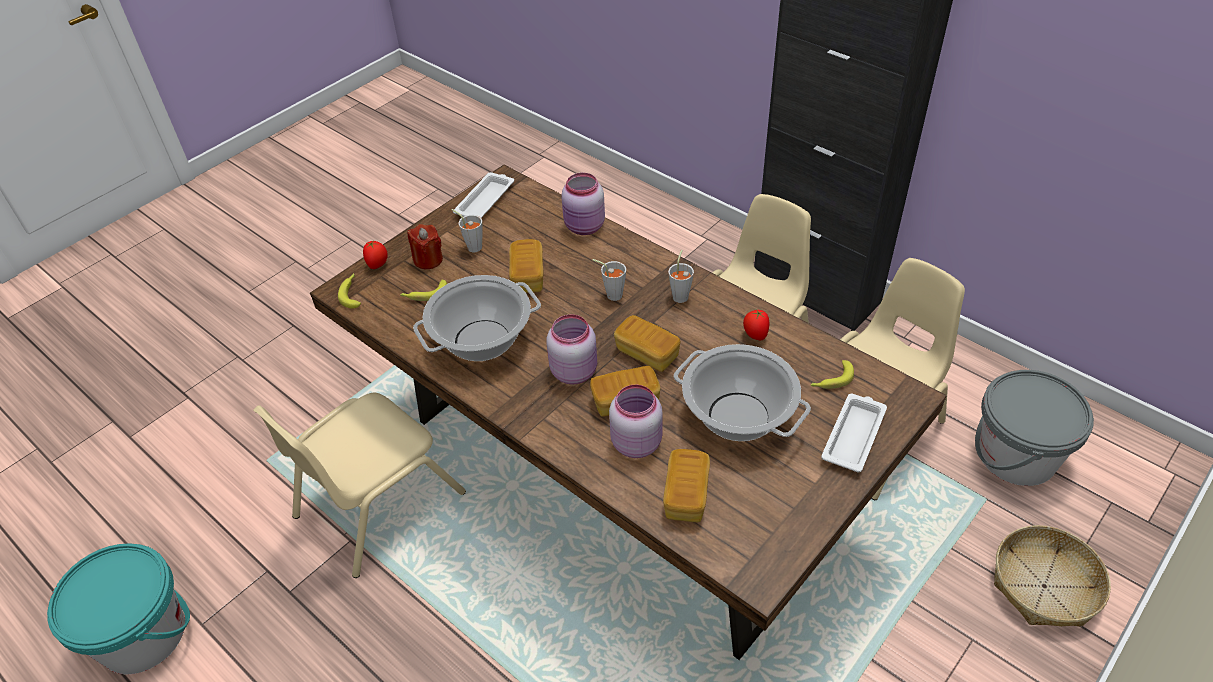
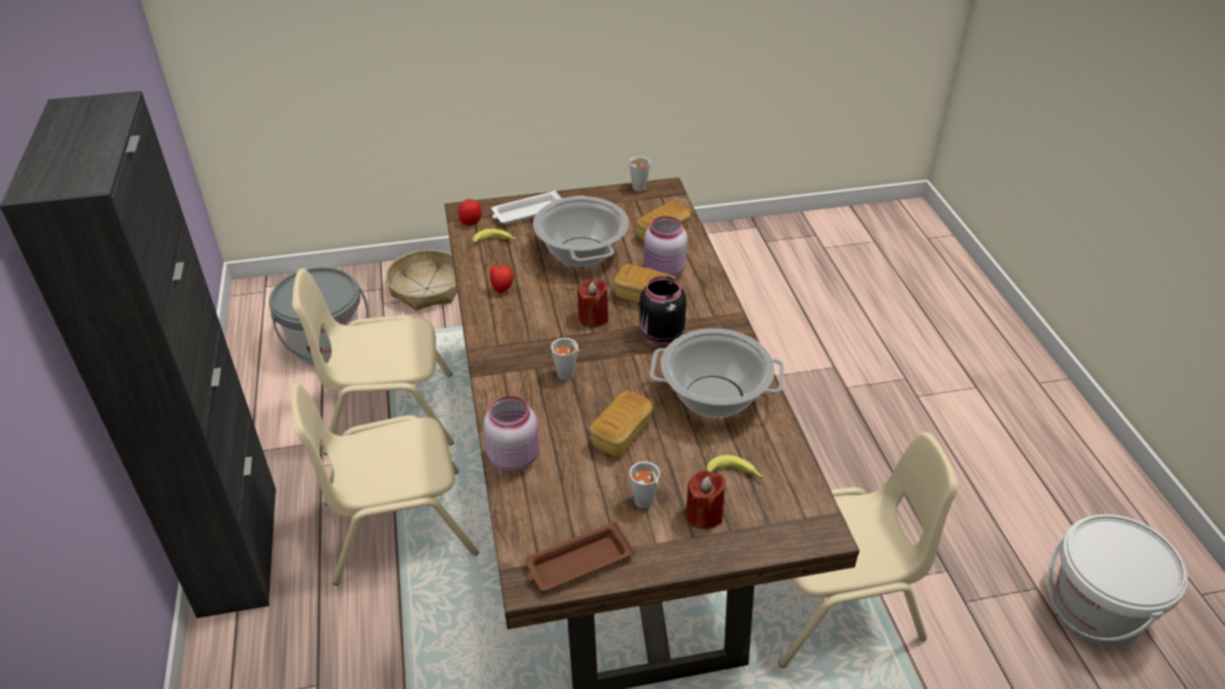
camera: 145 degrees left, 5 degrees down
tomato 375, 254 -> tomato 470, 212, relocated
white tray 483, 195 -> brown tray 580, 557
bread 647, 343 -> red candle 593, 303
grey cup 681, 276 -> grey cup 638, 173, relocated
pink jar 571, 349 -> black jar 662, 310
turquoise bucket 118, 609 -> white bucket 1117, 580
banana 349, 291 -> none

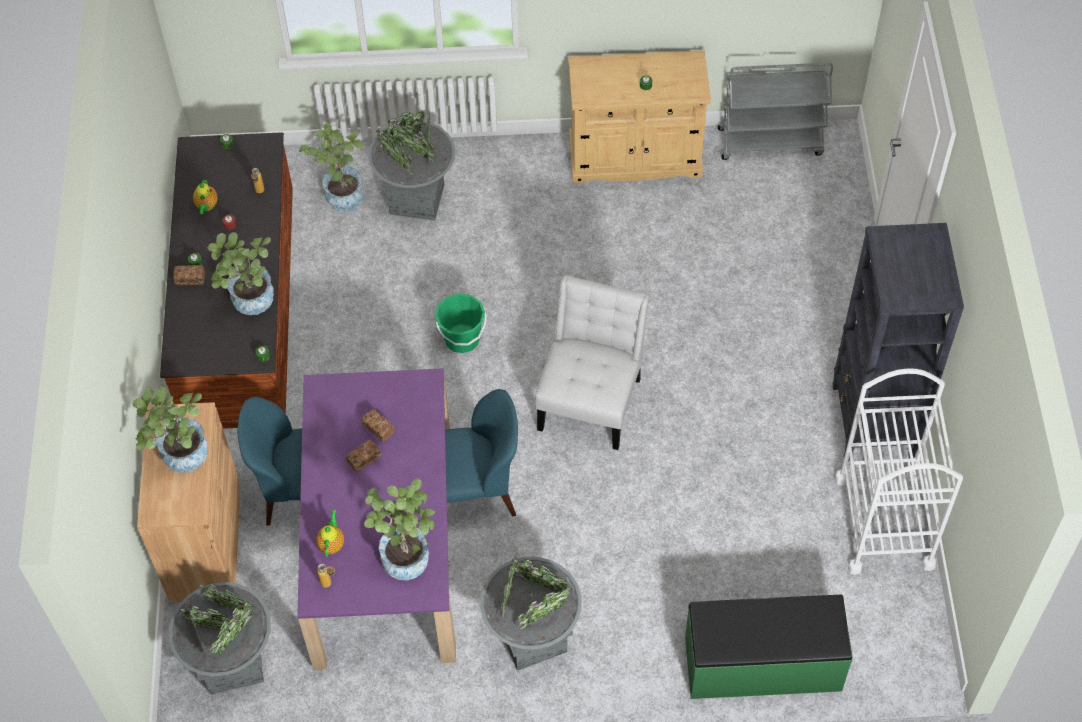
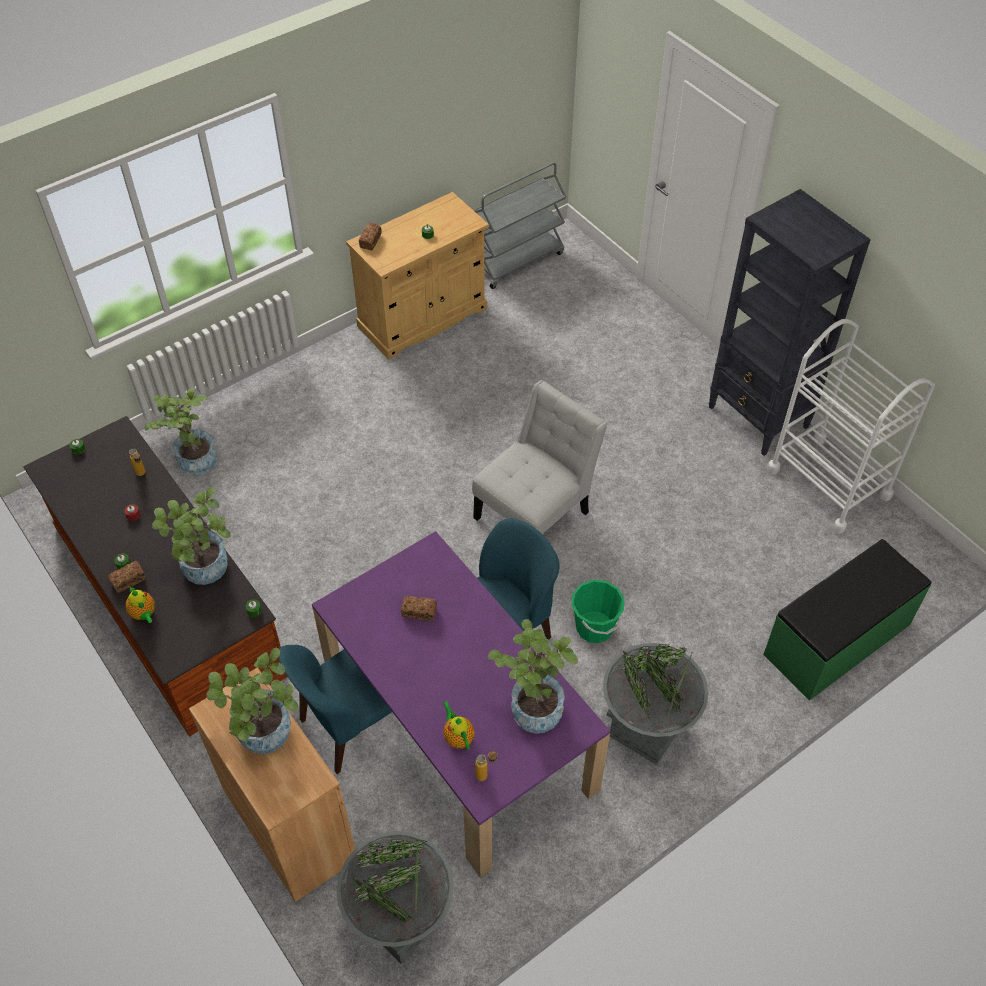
camera: 35 degrees left, 5 degrees down
teapot 205, 197 -> teapot 140, 605, relocated
bread 363, 456 -> bread 370, 236, relocated
white chair 592, 362 -> white chair 539, 457, 60 degrees clockwise
green bucket 461, 323 -> green bucket 598, 611, relocated
grey planter 411, 166 -> none

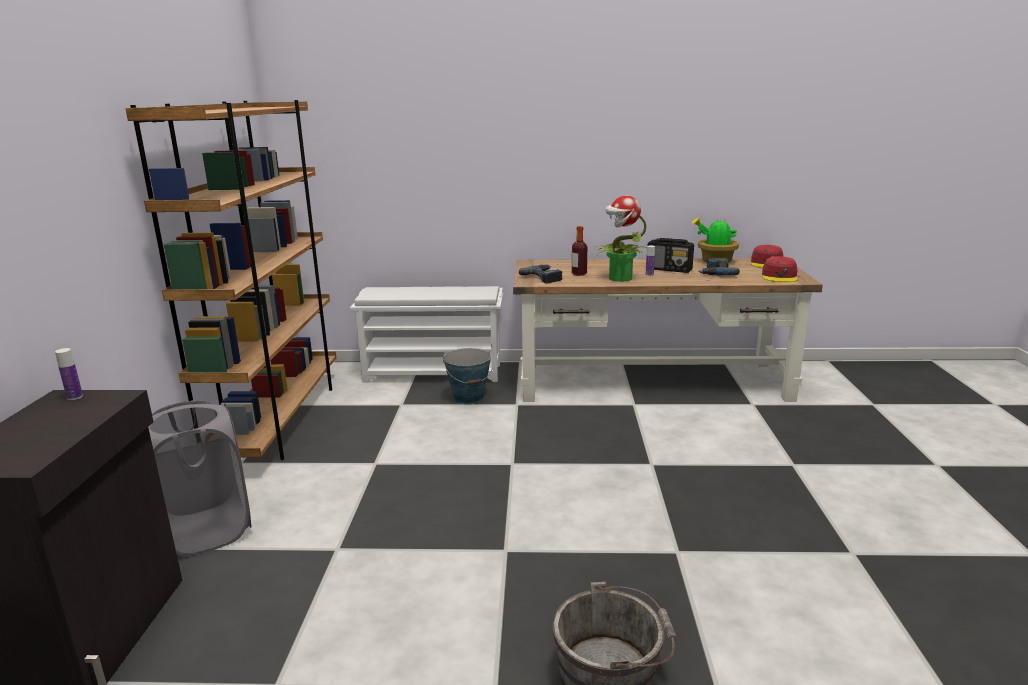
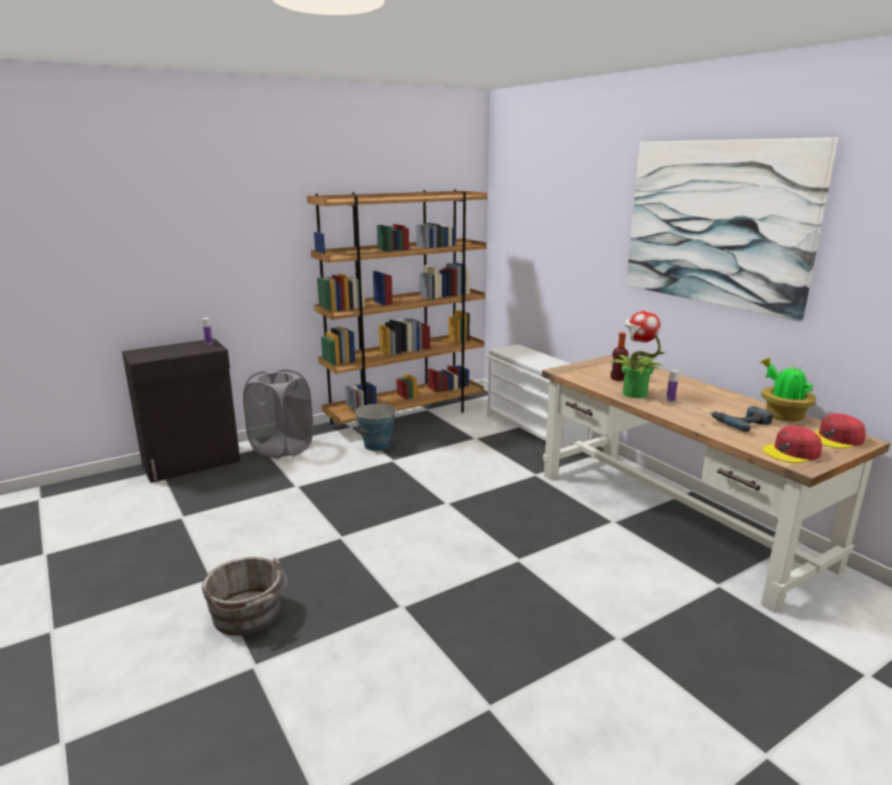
camera: 55 degrees right, 0 degrees up
bucket 468, 376 -> bucket 375, 427, relocated
none -> picture 732, 229
power drill 541, 274 -> none
radio 670, 255 -> none

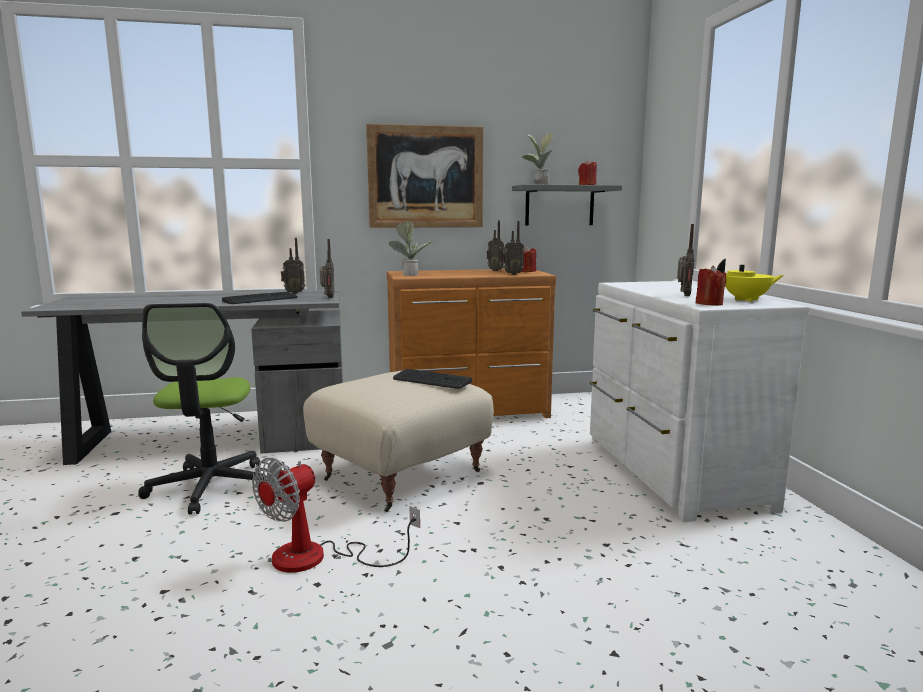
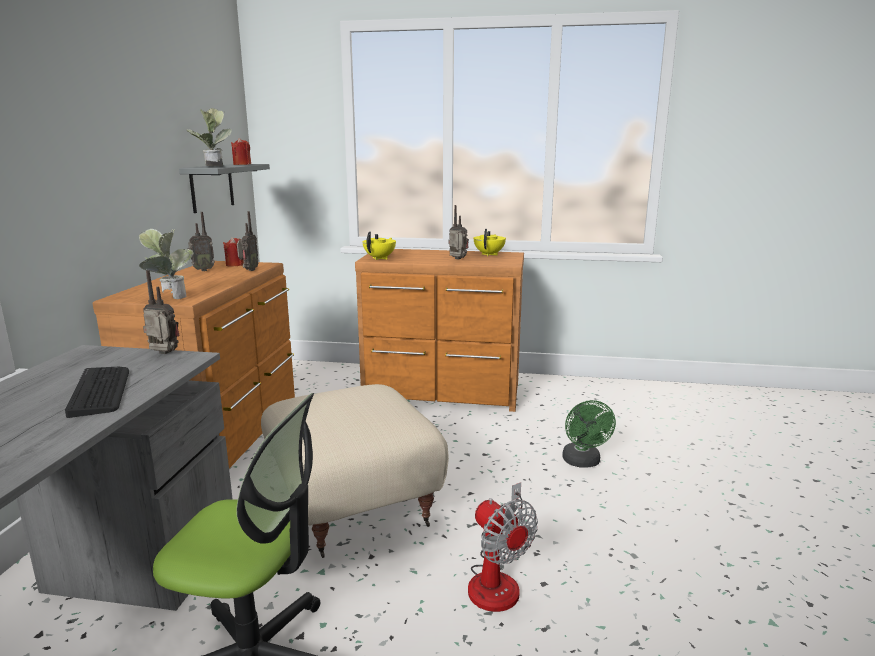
camera: 70 degrees left, 5 degrees up
white dresser 699, 401 -> brown dresser 439, 330
none -> yellow teapot 379, 246
none -> green fan 589, 433
radio 293, 266 -> none
picture 424, 176 -> none
keyboard 432, 379 -> none
red candle 710, 285 -> none

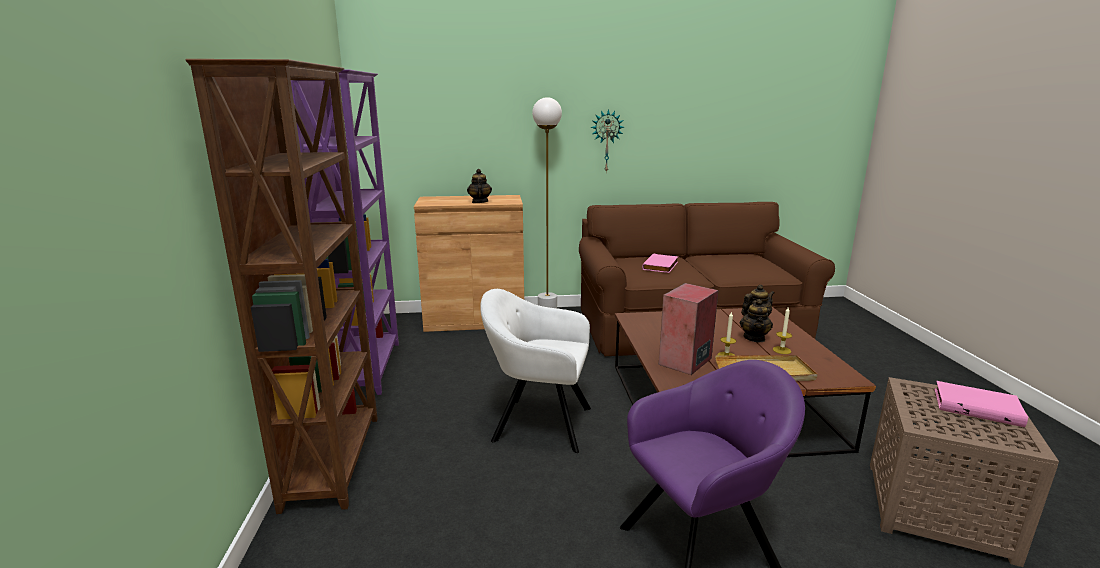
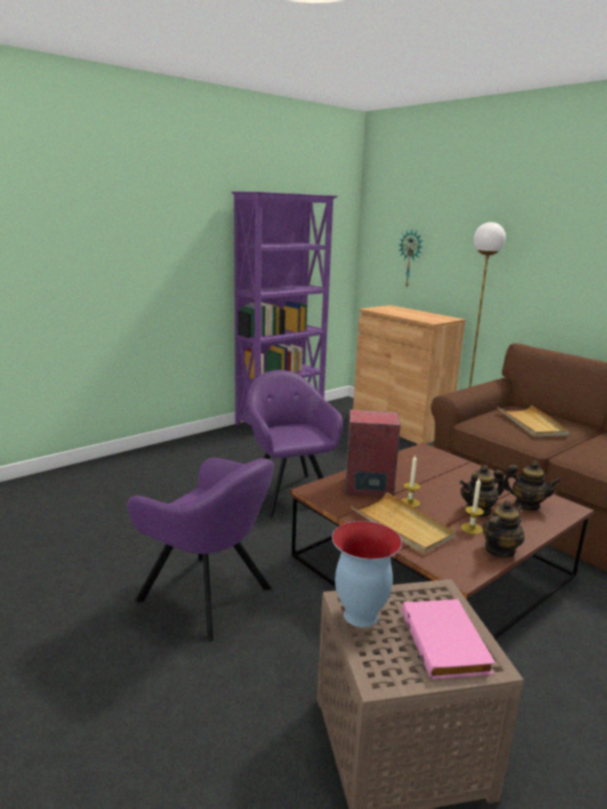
camera: 55 degrees right, 0 degrees up
white armchair 535, 371 -> purple armchair 295, 444
none -> vase 367, 574
wall clock 607, 140 -> wall clock 410, 258, relocated
teapot 479, 186 -> teapot 504, 529, relocated
pink book 660, 263 -> beige tray 533, 421
brown bookcase 281, 286 -> none

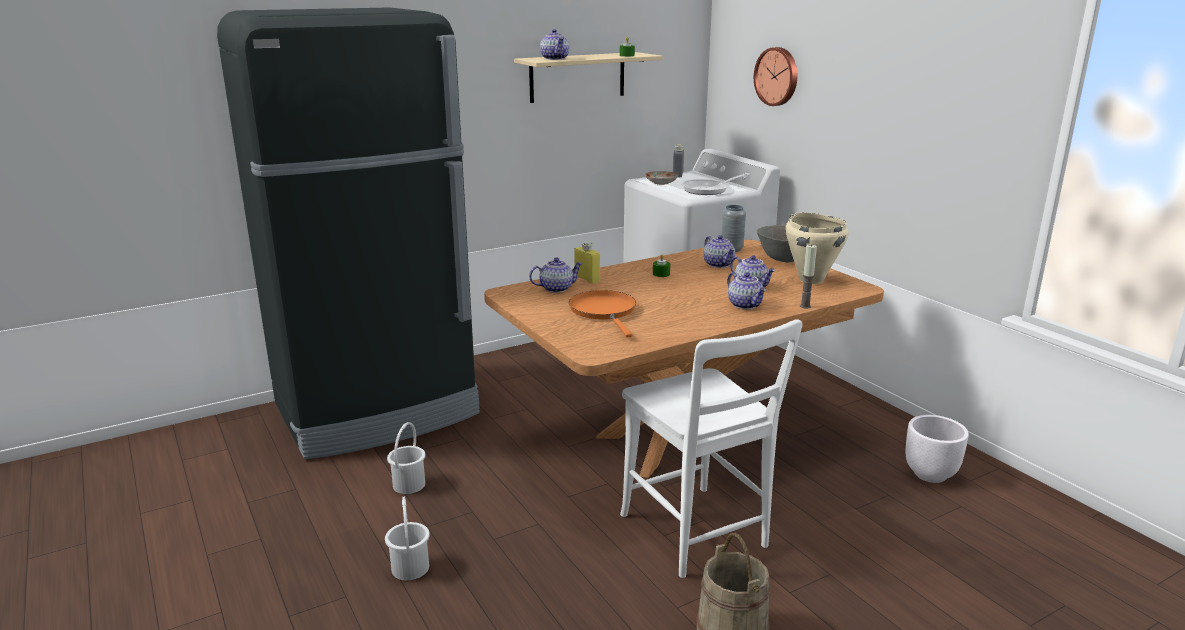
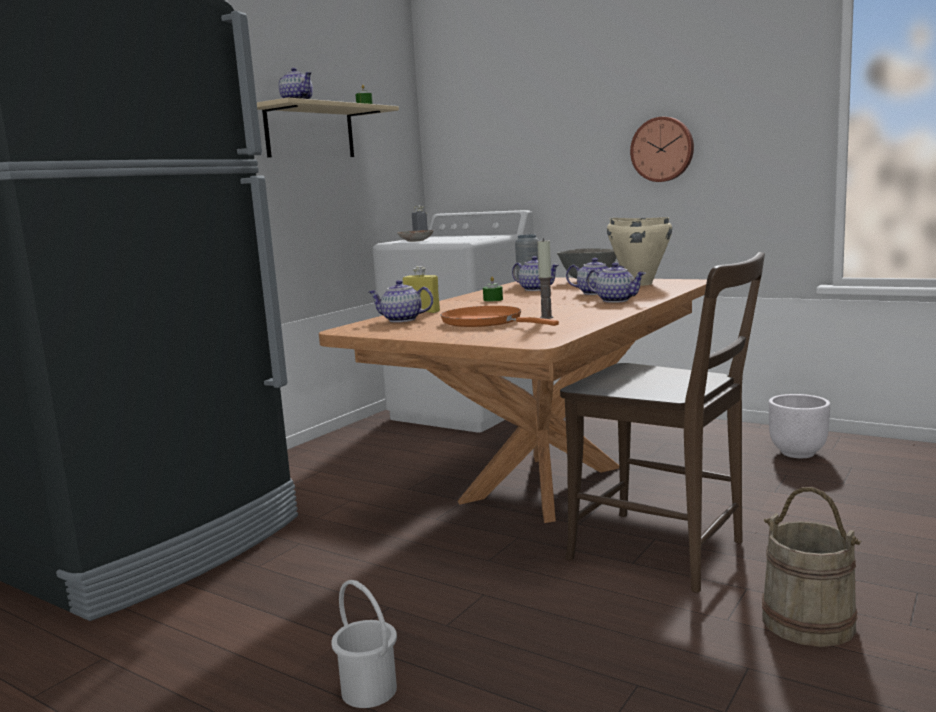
camera: 25 degrees left, 10 degrees down
teapot 556, 275 -> teapot 401, 301, 120 degrees counterclockwise
candle 808, 276 -> candle 545, 279, relocated
white chair 711, 448 -> brown chair 662, 422
wall clock 775, 76 -> wall clock 662, 149, relocated
white bucket 406, 458 -> none
frying pan 715, 184 -> none

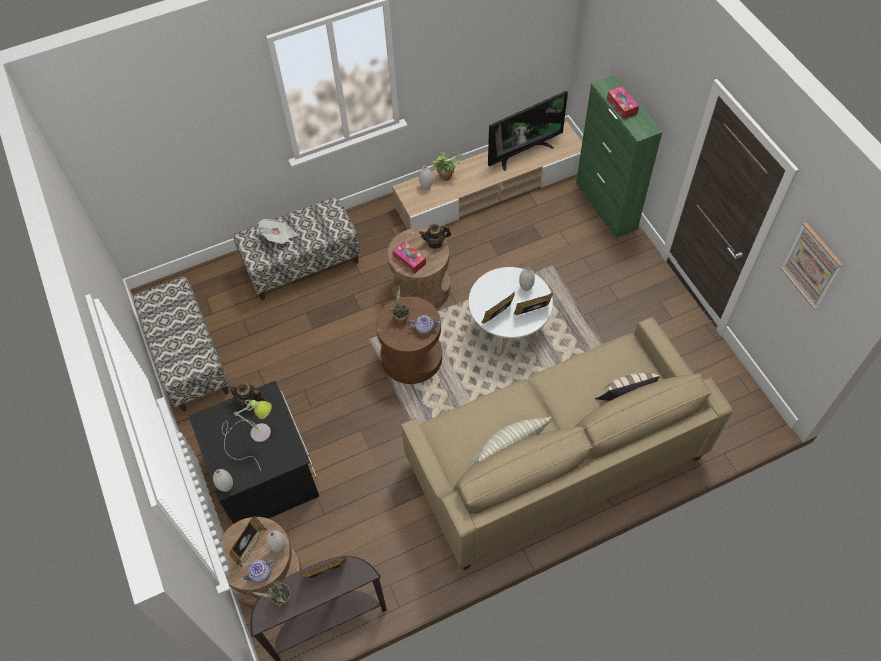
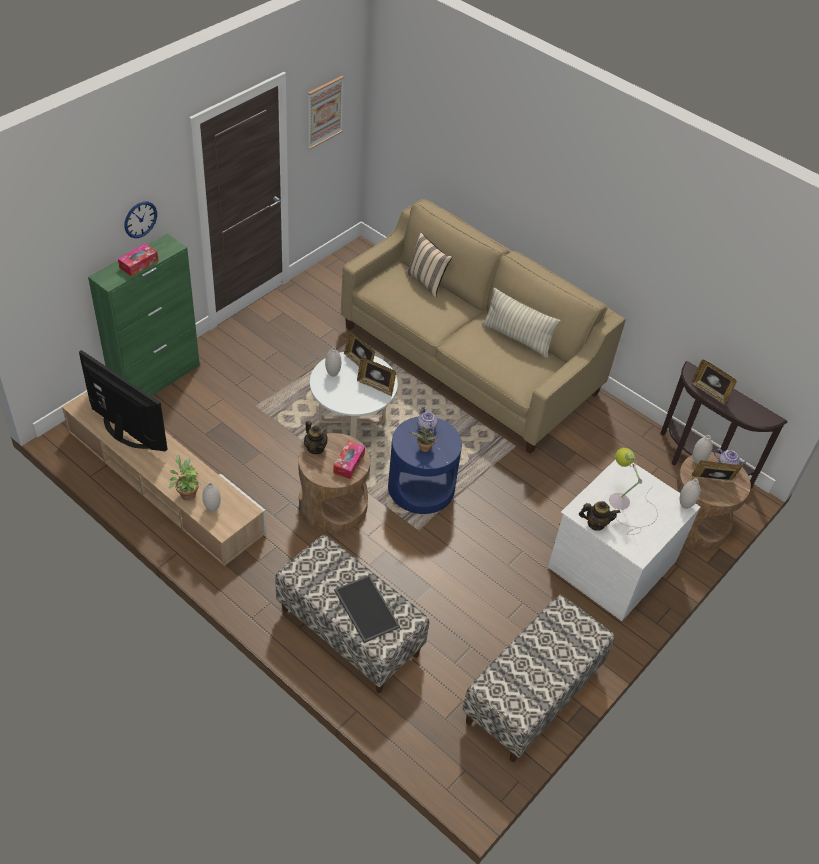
camera: 120 degrees left, 10 degrees down
none -> wall clock 140, 220
newspaper 277, 231 -> tray 367, 609
brown side table 409, 340 -> blue side table 425, 465
black dresser 254, 452 -> white dresser 624, 540
teapot 245, 396 -> teapot 599, 516, 75 degrees counterclockwise
potted plant 271, 593 -> none

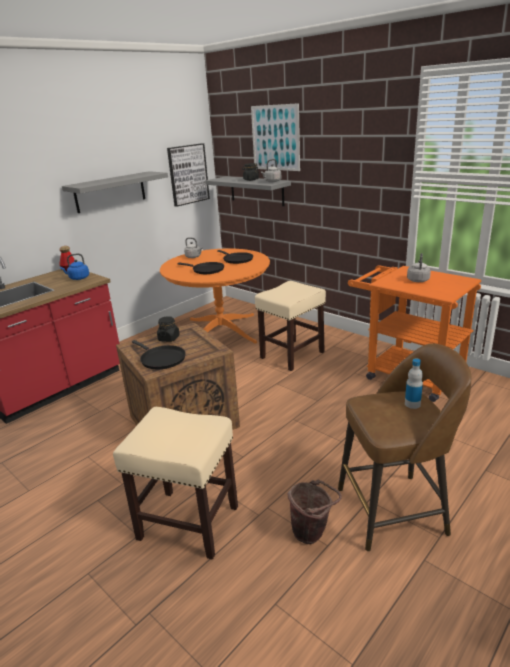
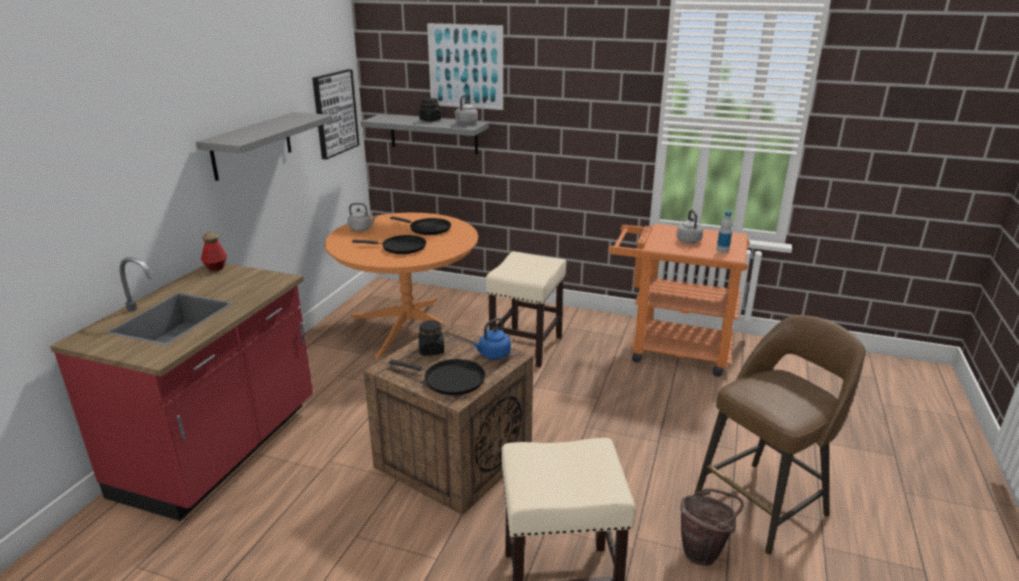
camera: 25 degrees left, 0 degrees up
blue kettle 74, 266 -> blue kettle 492, 339, relocated
bottle 414, 383 -> bottle 724, 232, relocated

